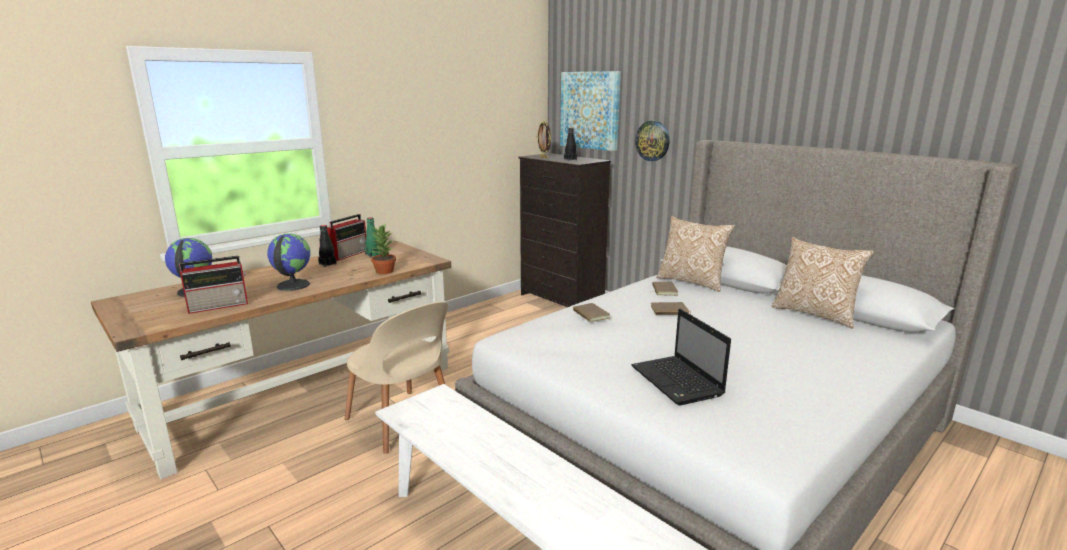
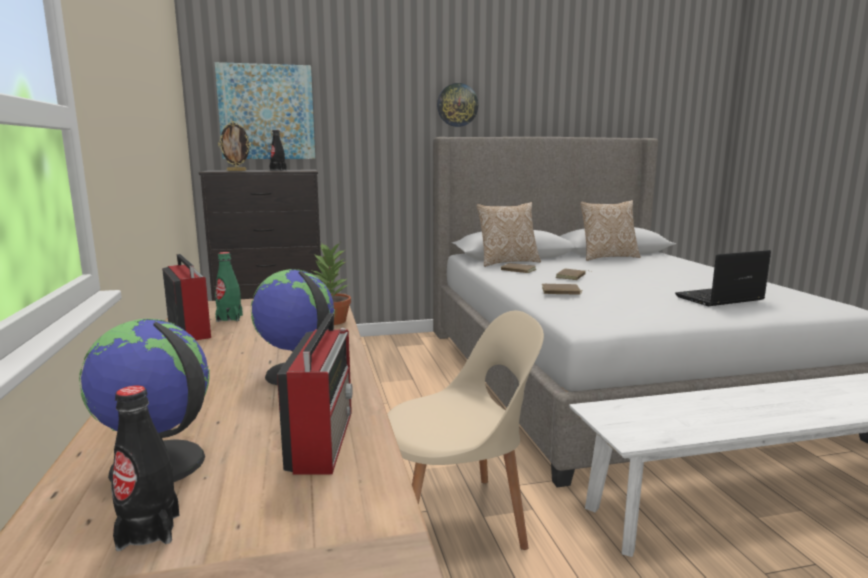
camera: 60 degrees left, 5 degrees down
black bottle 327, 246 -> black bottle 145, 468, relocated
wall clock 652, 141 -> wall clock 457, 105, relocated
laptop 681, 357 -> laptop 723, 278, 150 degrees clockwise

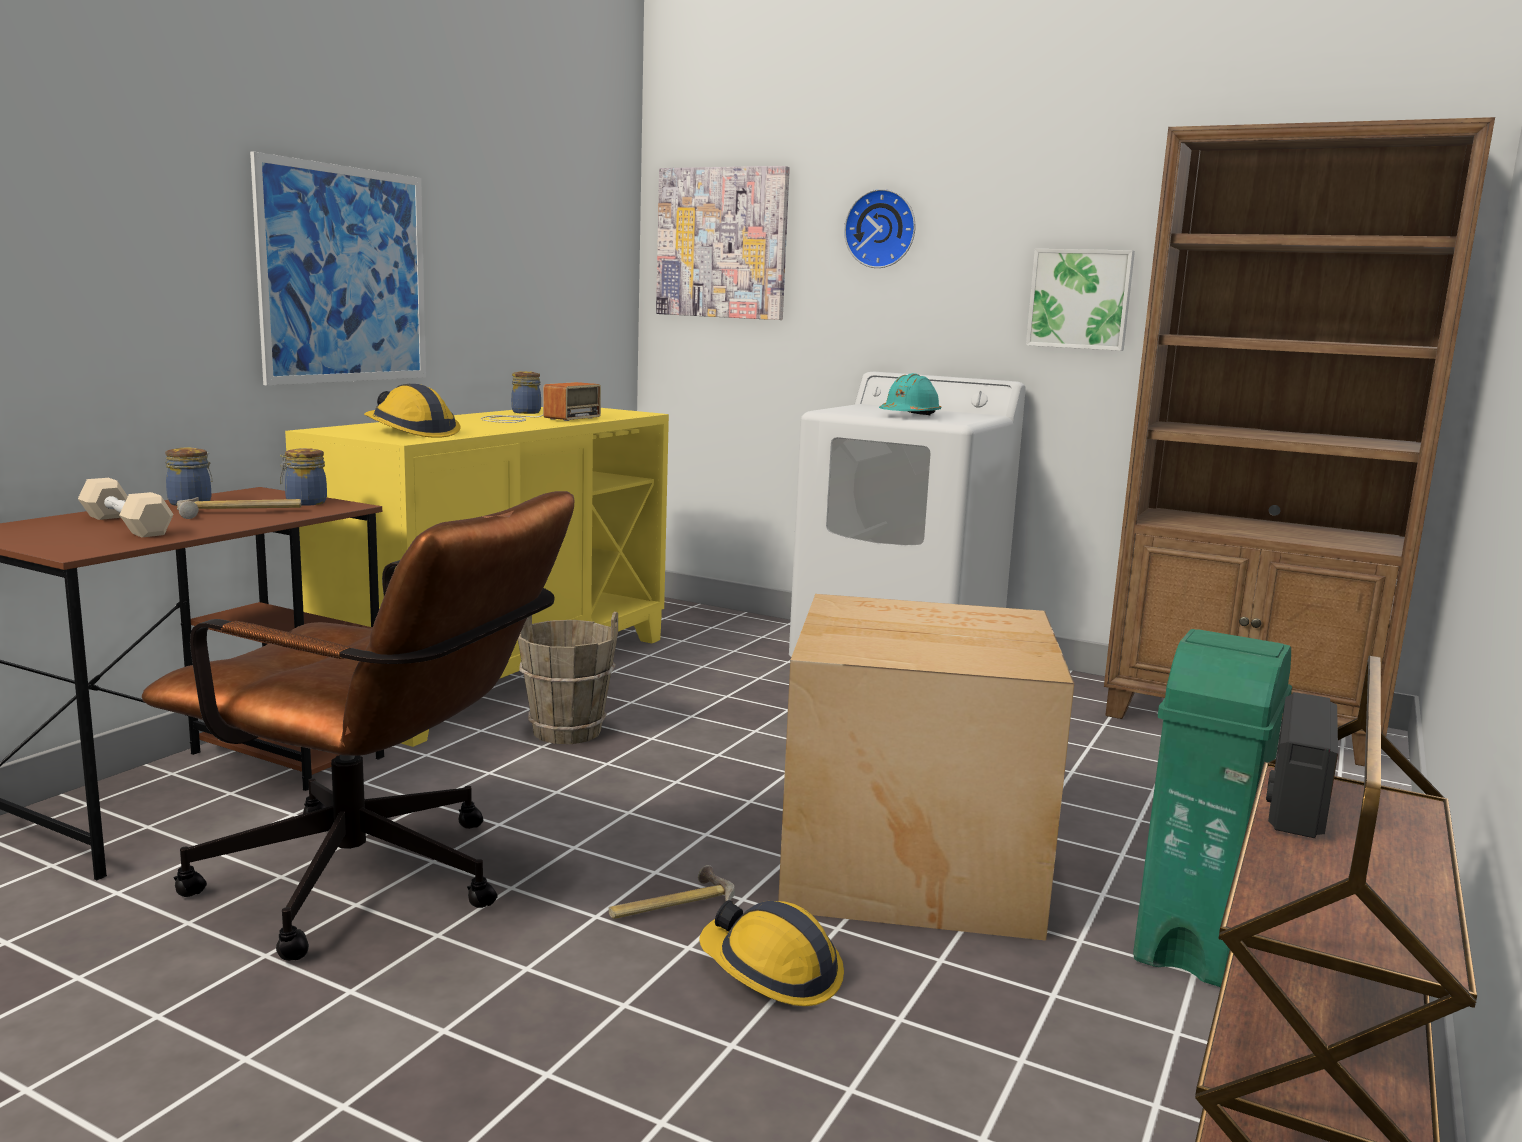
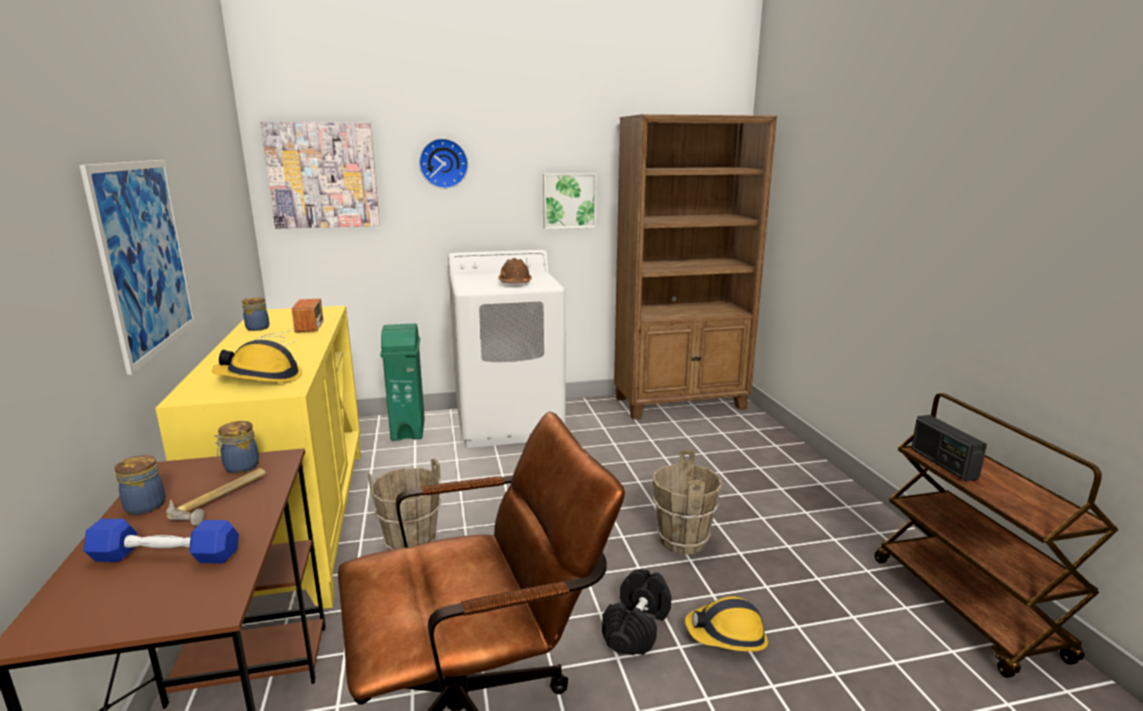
camera: 40 degrees left, 5 degrees up
beige dumbbell 126, 507 -> blue dumbbell 161, 541
green trash can 1212, 808 -> green trash can 402, 382, relocated
turquoise hard hat 910, 394 -> brown hard hat 515, 271
hammer 672, 892 -> black dumbbell 636, 612
cardboard box 926, 767 -> brown bucket 687, 502

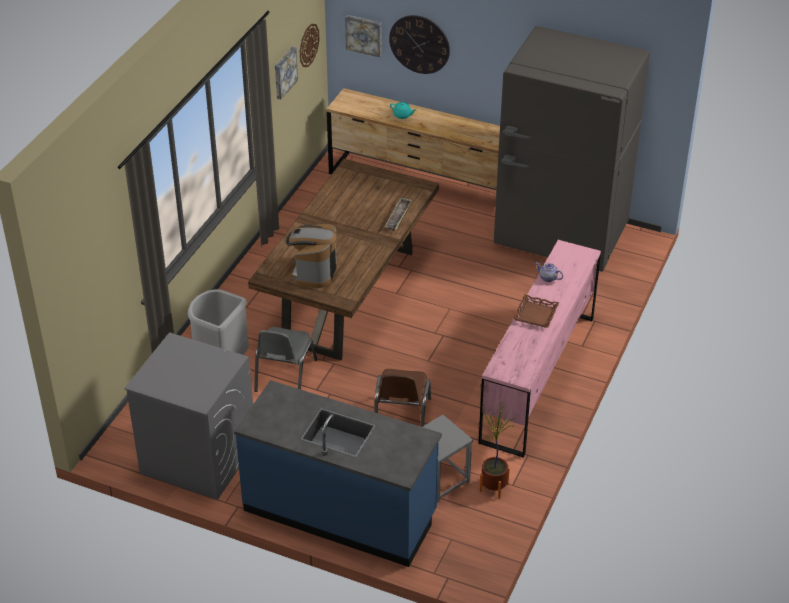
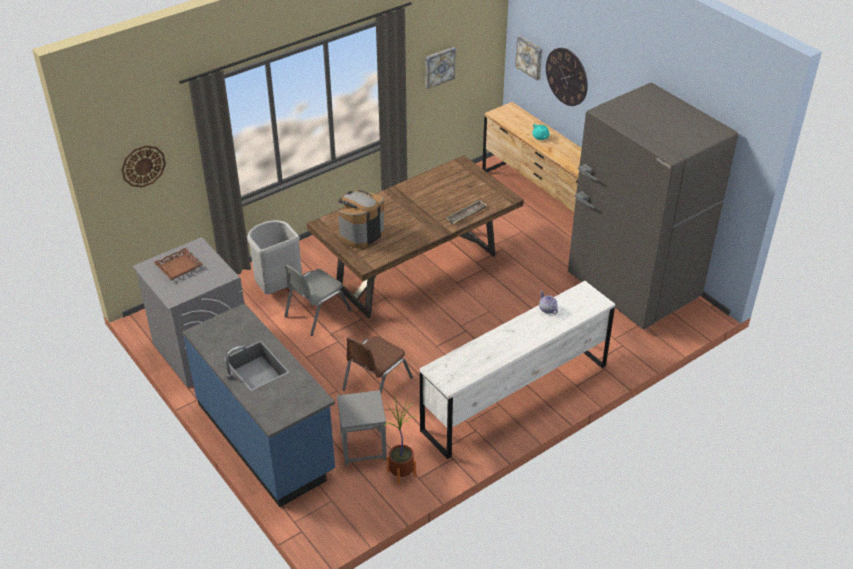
camera: 30 degrees right, 0 degrees up
wall clock 310, 45 -> wall clock 143, 166, relocated
brown tray 536, 311 -> brown tray 178, 264, relocated
pink dresser 539, 349 -> white dresser 517, 370

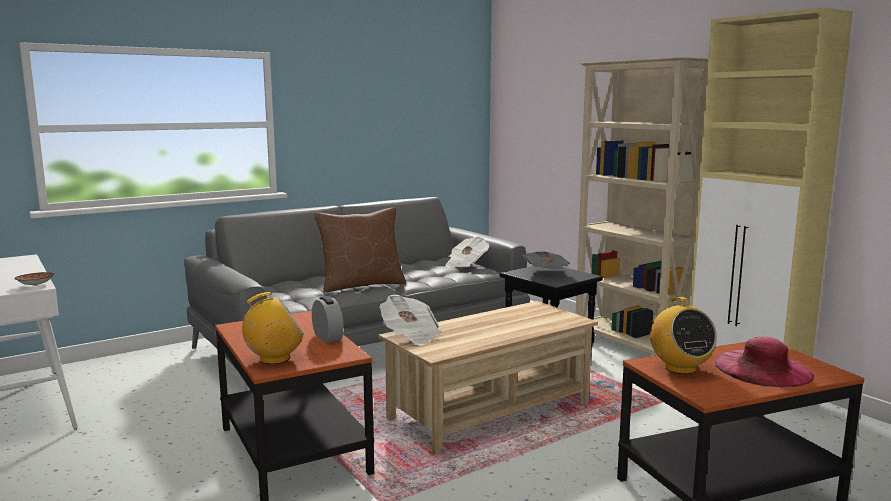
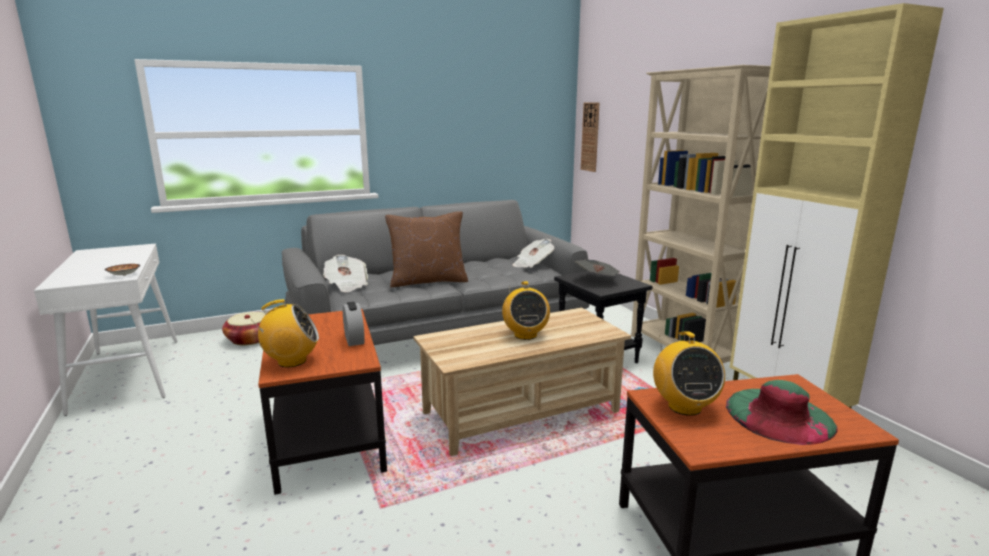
camera: 10 degrees right, 5 degrees up
none -> basket 244, 329
newspaper 410, 320 -> newspaper 345, 273, relocated
none -> radio 526, 310
none -> wall clock 590, 137
pink hat 764, 361 -> green hat 782, 412

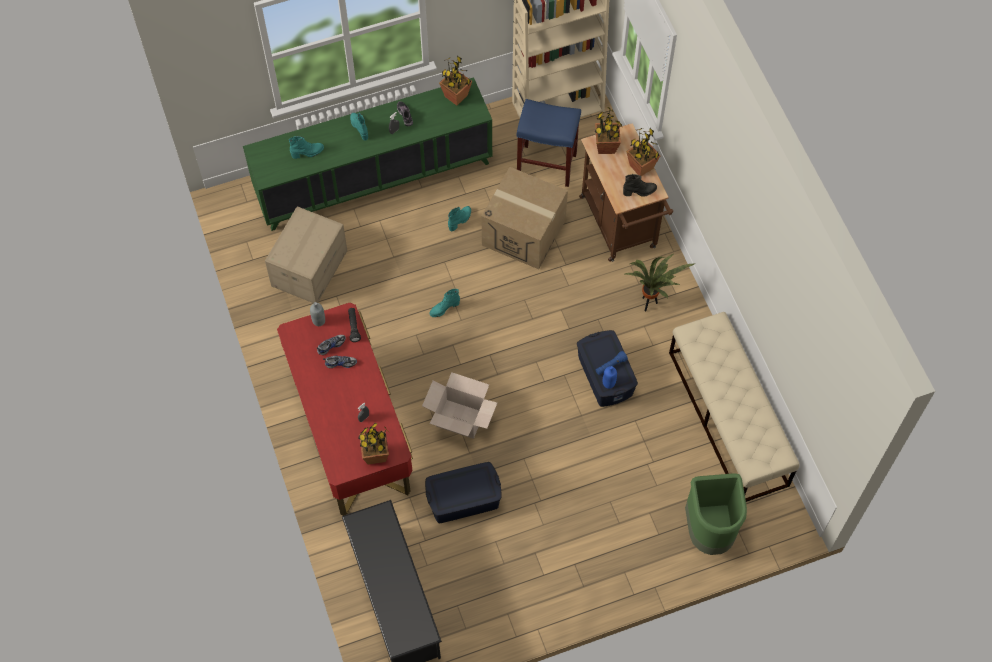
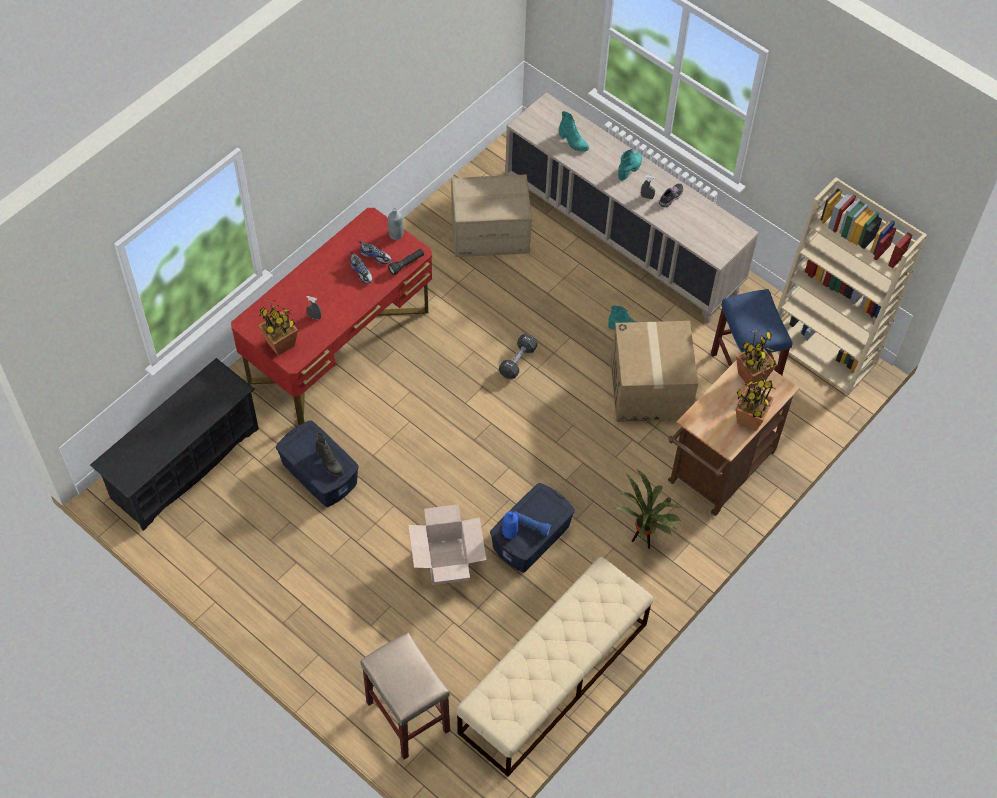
camera: 60 degrees right, 5 degrees down
black boot 640, 185 -> black boot 330, 455, relocated
green trash can 716, 514 -> beige stool 405, 695
cardboard box 459, 405 -> cardboard box 447, 544, relocated
turquoise boot 445, 303 -> black dumbbell 518, 356
green cabinet 368, 154 -> beige cabinet 631, 207
potted plant 455, 81 -> none

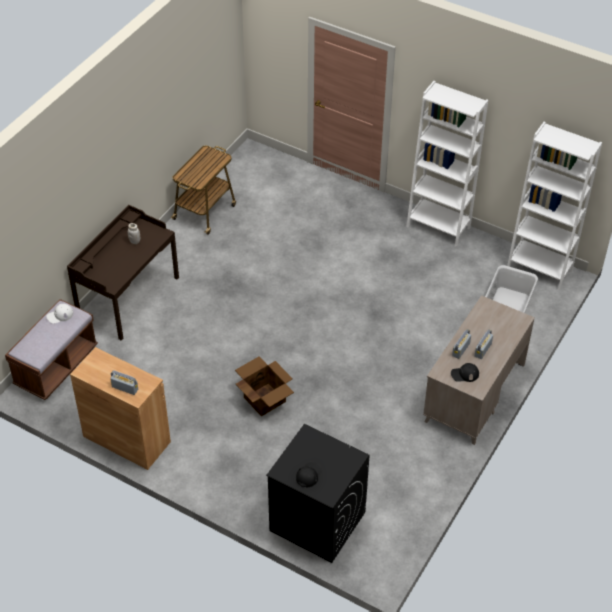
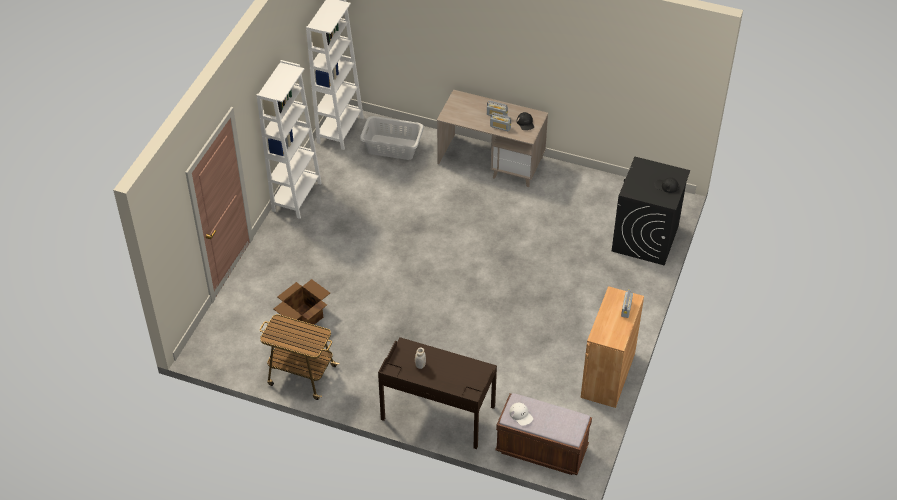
camera: 100 degrees left, 0 degrees up
cardboard box 264, 387 -> cardboard box 302, 302, relocated

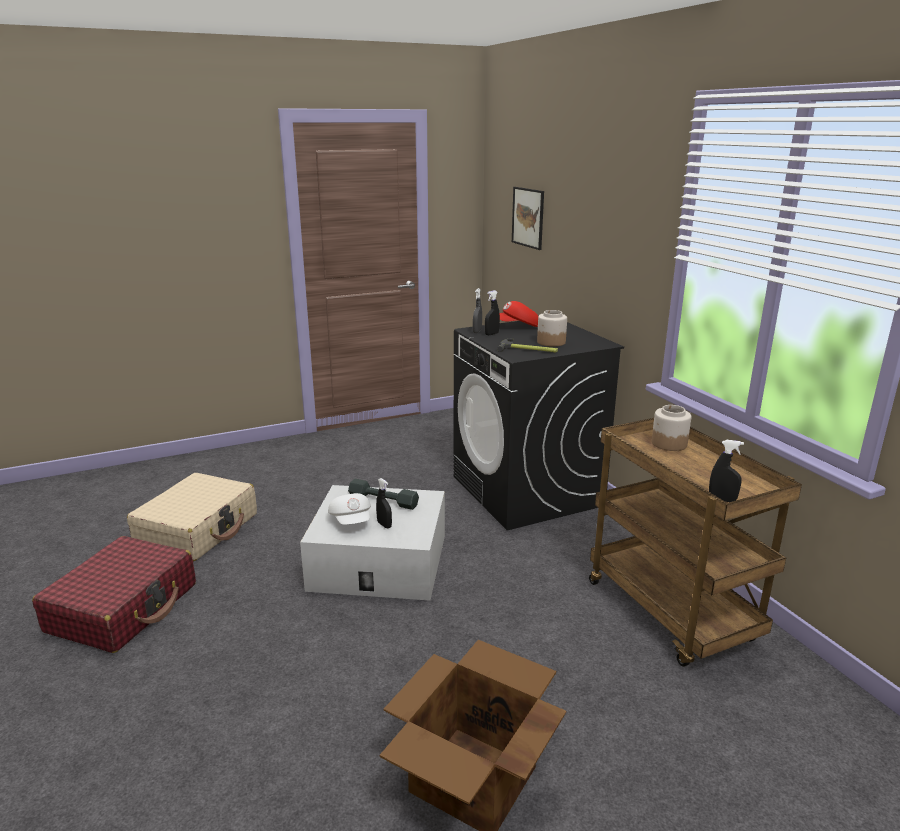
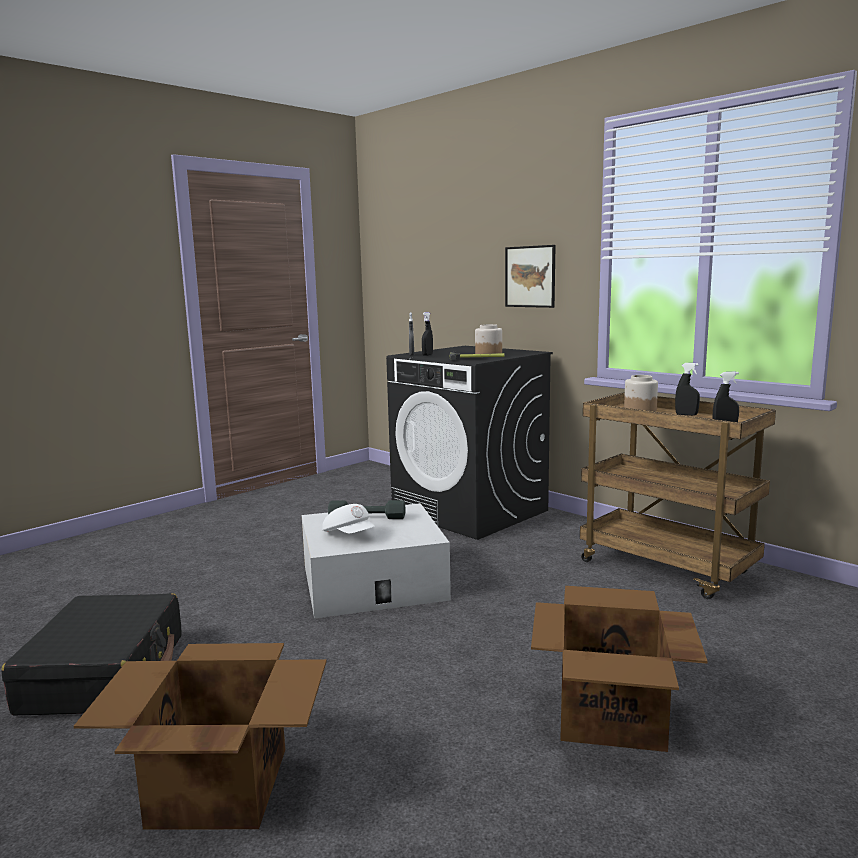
camera: 20 degrees left, 10 degrees down
red suitcase 114, 594 -> black suitcase 91, 654
none -> cardboard box 200, 736
picture 528, 218 -> picture 530, 276, relocated
black spray bottle 384, 503 -> black spray bottle 687, 389, relocated
beige suitcase 192, 517 -> none
red cap 518, 314 -> none

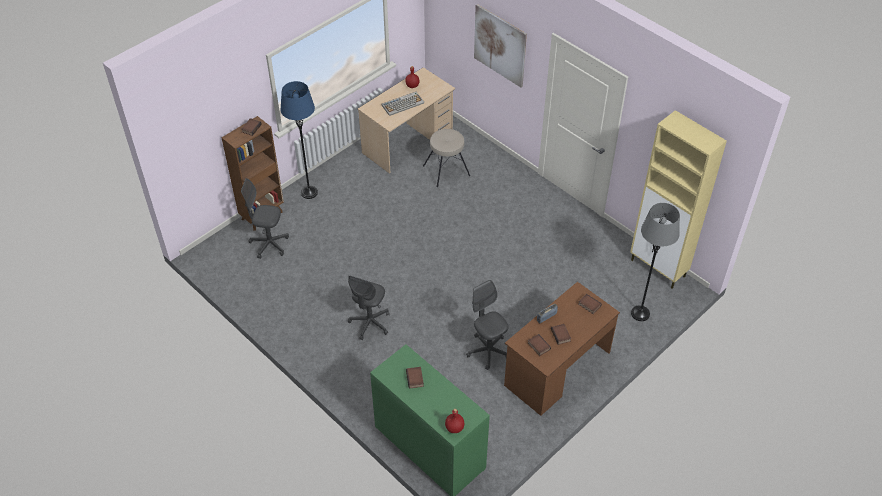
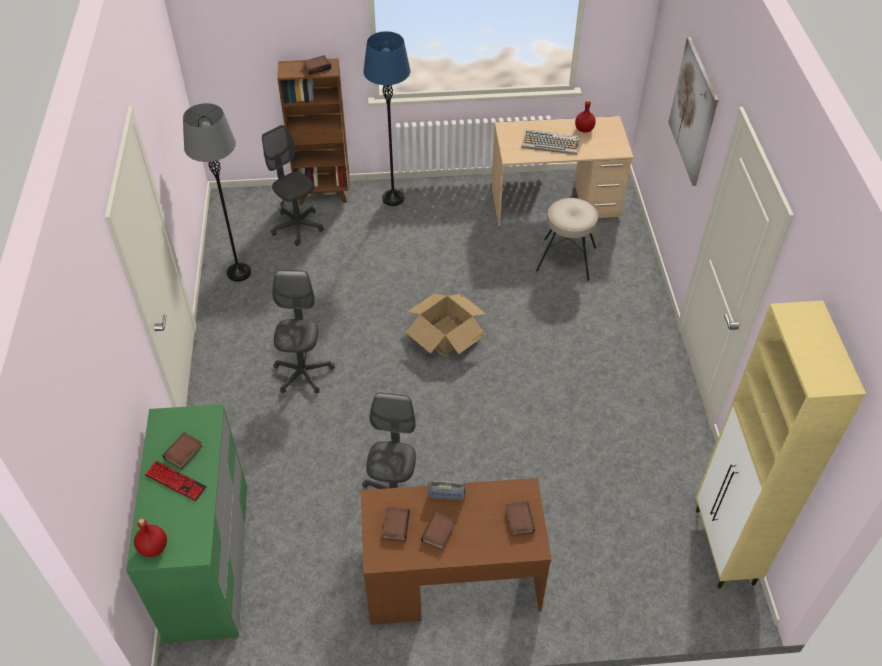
camera: 40 degrees right, 0 degrees up
none -> keyboard 176, 481
grey floor lamp 655, 262 -> grey floor lamp 217, 192, relocated
grey office chair 369, 307 -> grey office chair 303, 331, 120 degrees clockwise
none -> cardboard box 445, 324

